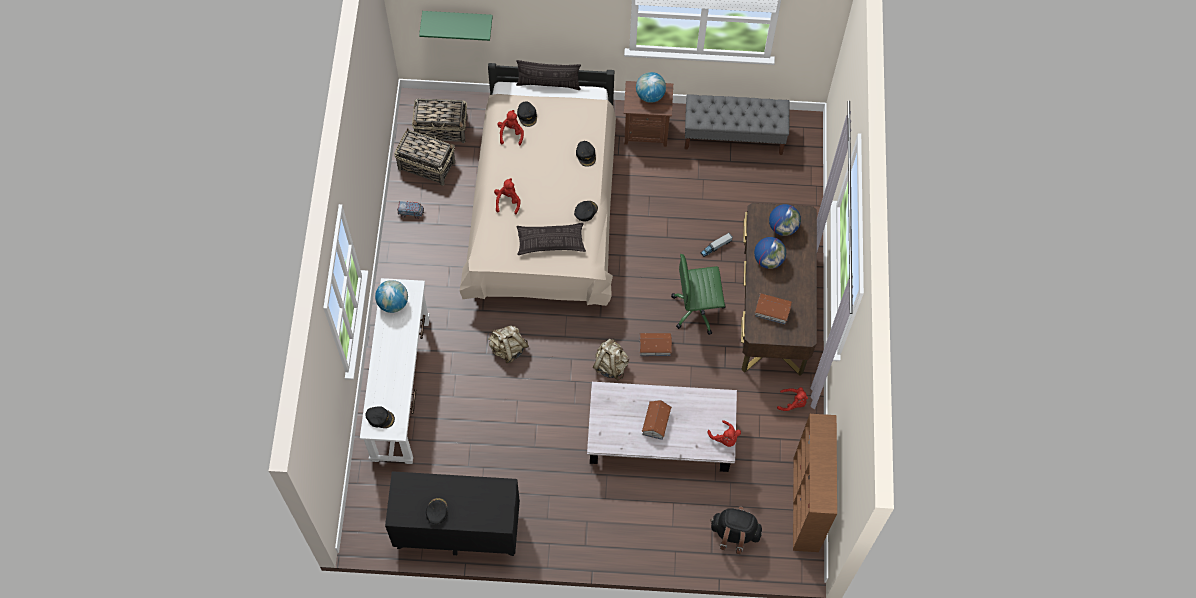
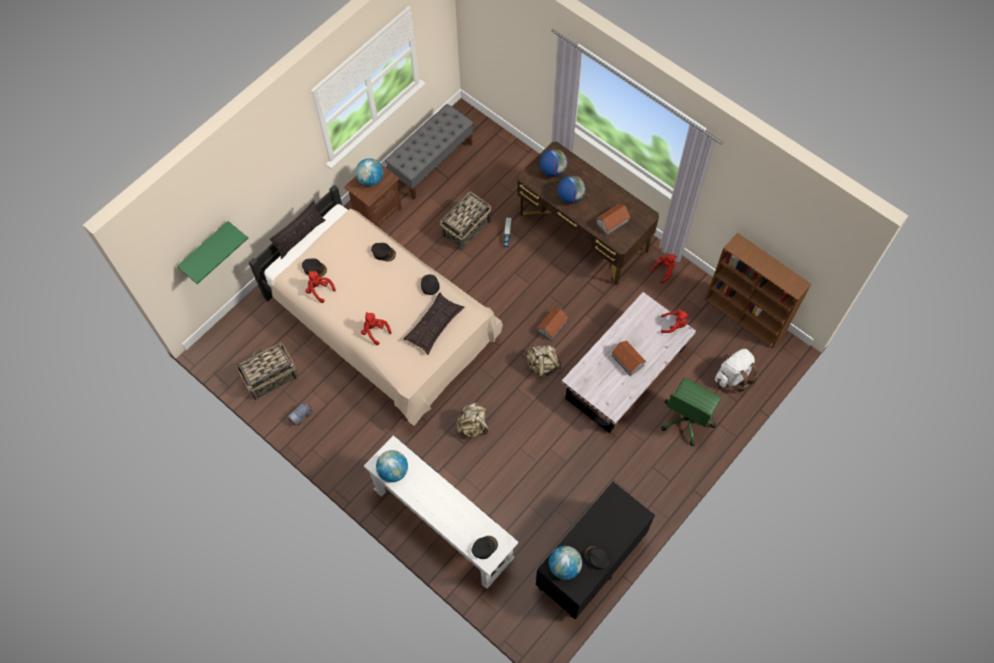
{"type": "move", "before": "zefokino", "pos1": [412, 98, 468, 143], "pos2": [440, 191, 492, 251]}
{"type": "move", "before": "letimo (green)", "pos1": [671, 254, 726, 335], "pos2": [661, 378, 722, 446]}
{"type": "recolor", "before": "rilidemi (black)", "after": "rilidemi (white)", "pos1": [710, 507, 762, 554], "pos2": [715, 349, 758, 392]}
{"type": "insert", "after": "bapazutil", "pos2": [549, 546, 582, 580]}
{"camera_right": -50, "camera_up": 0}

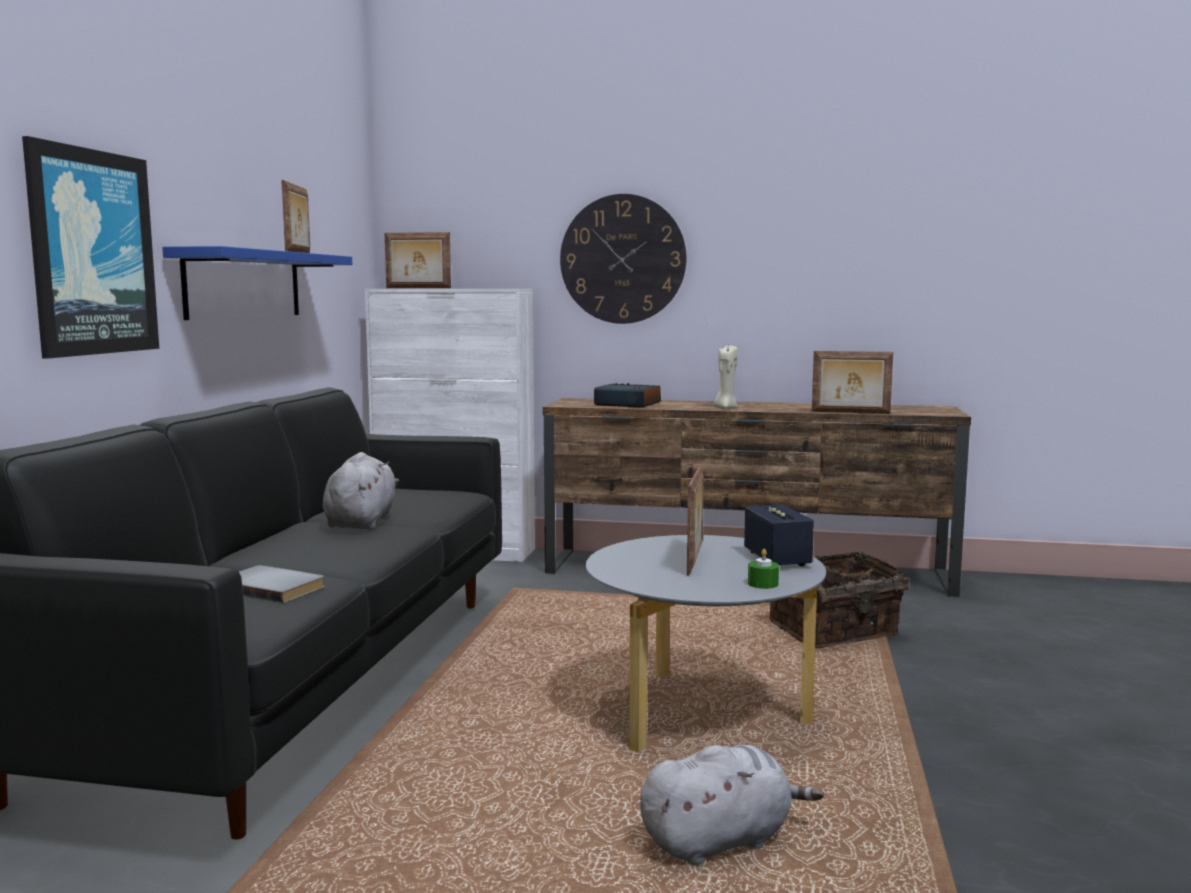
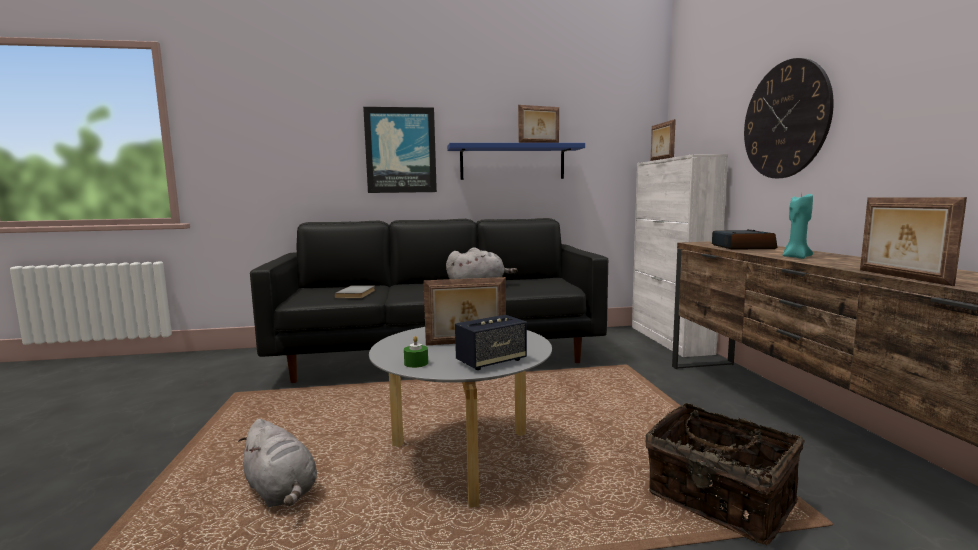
{"type": "recolor", "before": "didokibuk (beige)", "after": "didokibuk (turquoise)", "pos1": [714, 345, 738, 408], "pos2": [783, 194, 813, 259]}
{"camera_right": 70, "camera_up": 0}

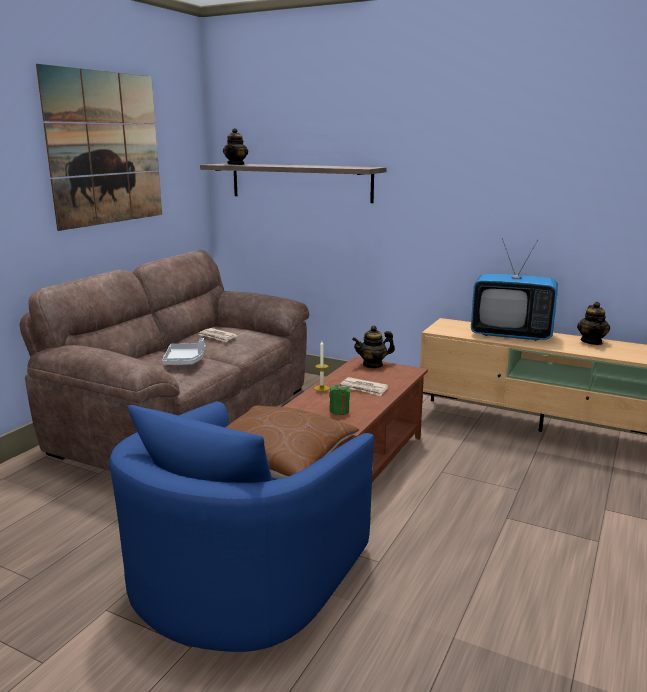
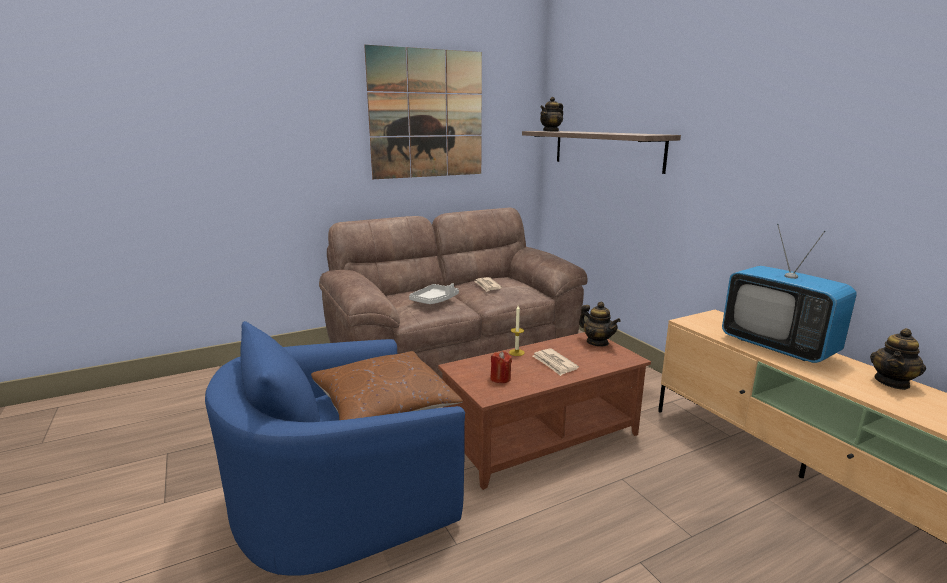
{"type": "recolor", "before": "didokibuk (green)", "after": "didokibuk (red)", "pos1": [329, 384, 350, 415], "pos2": [490, 351, 512, 383]}
{"type": "rotate", "before": "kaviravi", "pos1": [352, 325, 395, 368], "pos2": [579, 302, 621, 346], "turn": -150}
{"camera_right": 35, "camera_up": 0}

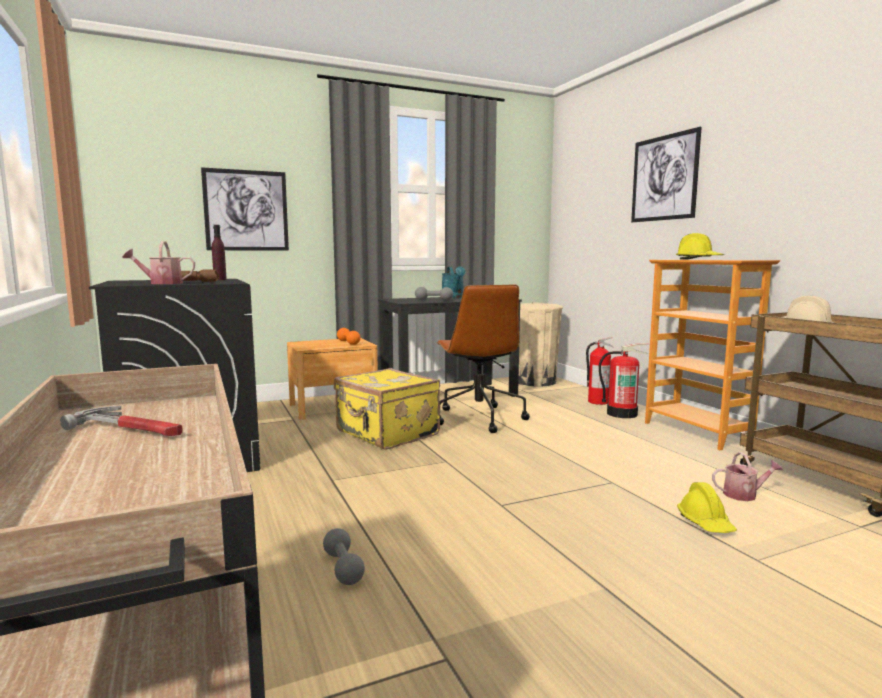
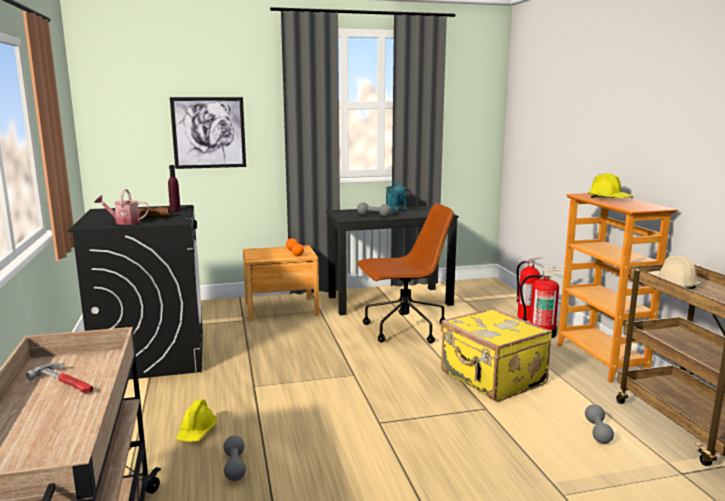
{"type": "move", "before": "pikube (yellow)", "pos1": [334, 368, 440, 450], "pos2": [441, 308, 552, 402]}
{"type": "rotate", "before": "letimo (brown)", "pos1": [437, 285, 530, 433], "pos2": [356, 204, 454, 343], "turn": -105}
{"type": "delete", "before": "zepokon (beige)", "pos1": [518, 302, 563, 386]}
{"type": "delete", "before": "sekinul", "pos1": [631, 127, 702, 222]}
{"type": "move", "before": "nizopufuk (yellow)", "pos1": [677, 482, 737, 533], "pos2": [176, 399, 217, 442]}
{"type": "replace", "before": "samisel", "after": "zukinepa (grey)", "pos1": [712, 452, 783, 501], "pos2": [585, 404, 614, 444]}
{"camera_right": 10, "camera_up": 5}

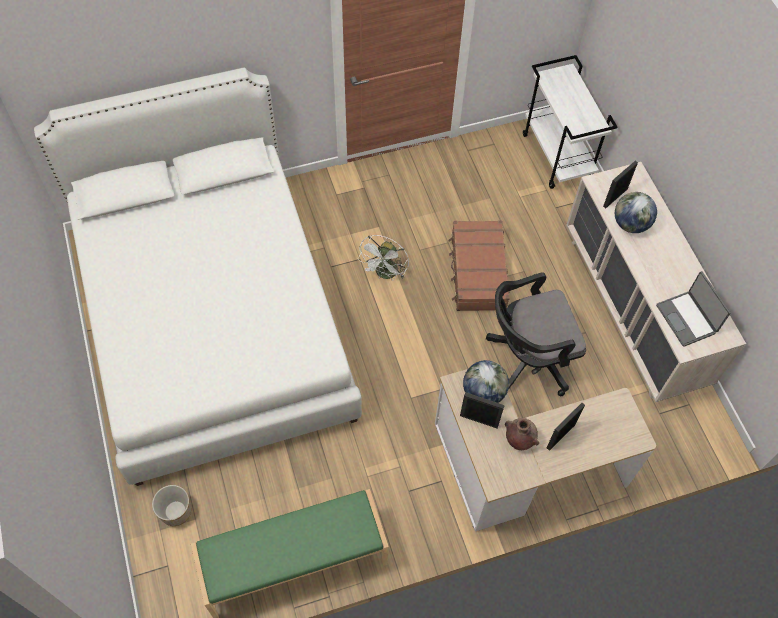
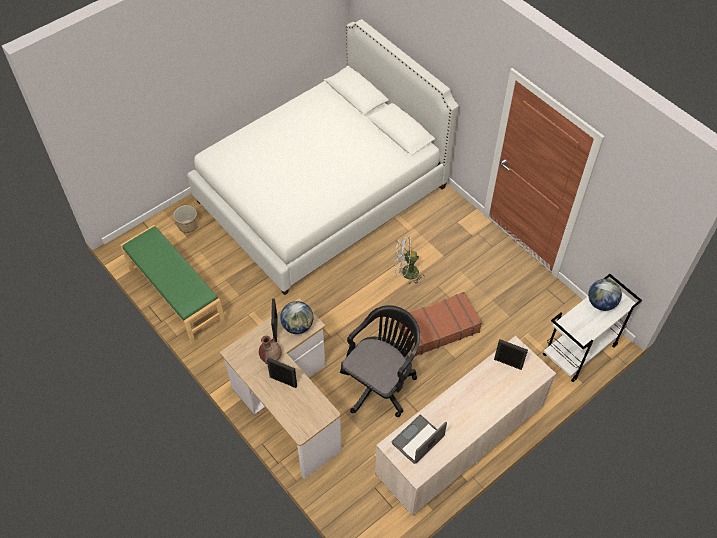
{"type": "rotate", "before": "letimo (black)", "pos1": [486, 272, 586, 396], "pos2": [340, 305, 420, 417], "turn": 75}
{"type": "move", "before": "bapazutil", "pos1": [615, 192, 657, 233], "pos2": [588, 279, 622, 311]}
{"camera_right": 70, "camera_up": -5}

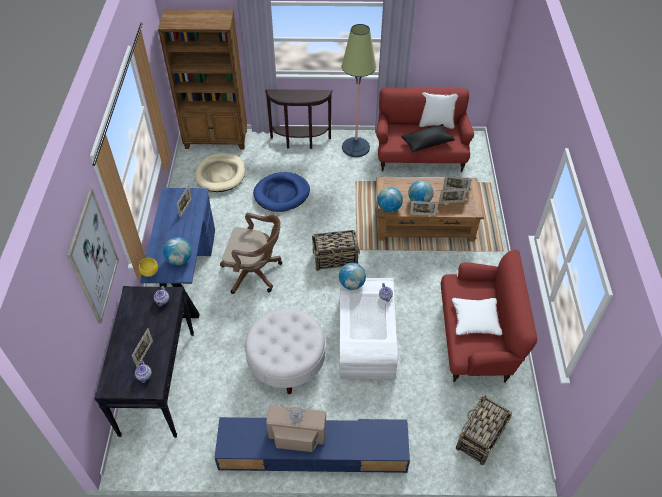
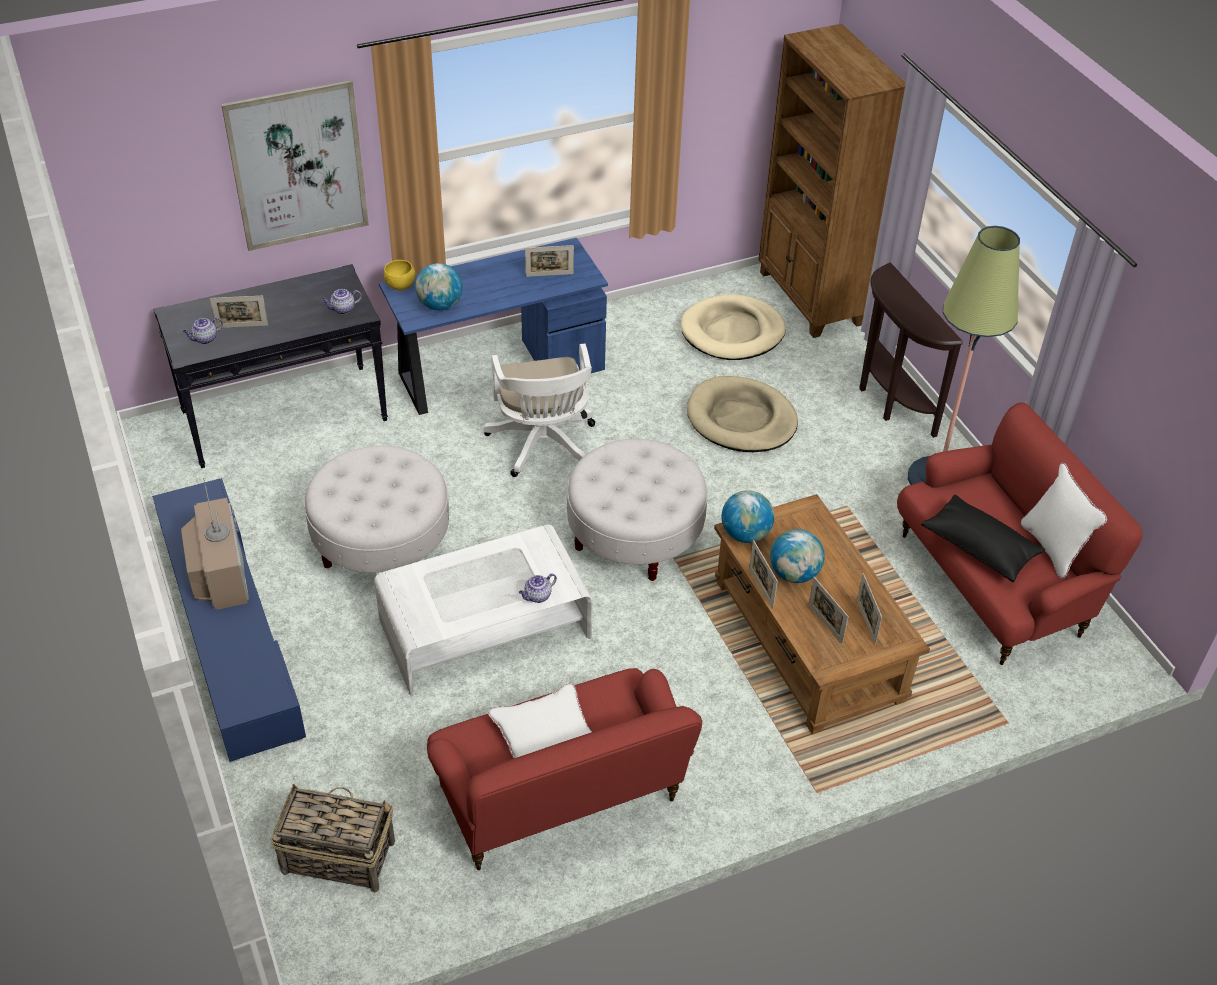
{"type": "recolor", "before": "letimo (brown)", "after": "letimo (white)", "pos1": [220, 213, 282, 294], "pos2": [483, 343, 595, 477]}
{"type": "recolor", "before": "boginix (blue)", "after": "boginix (beige)", "pos1": [253, 172, 310, 212], "pos2": [687, 376, 798, 452]}
{"type": "replace", "before": "zefokino", "after": "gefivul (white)", "pos1": [312, 230, 360, 271], "pos2": [567, 439, 708, 581]}
{"type": "delete", "before": "bapazutil", "pos1": [339, 263, 366, 290]}
{"camera_right": 65, "camera_up": -5}

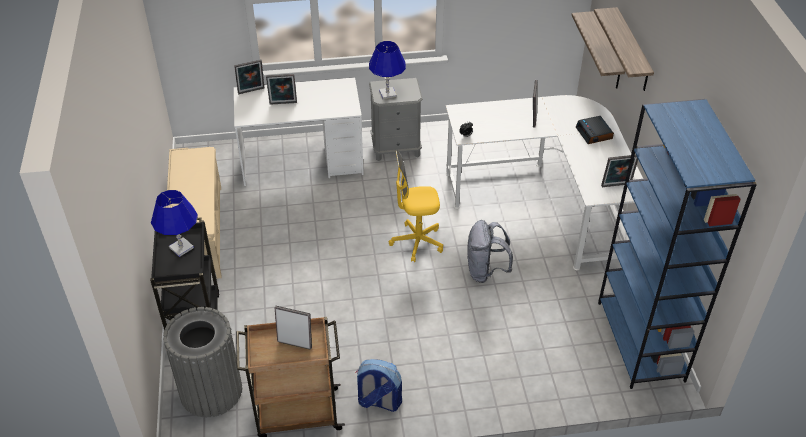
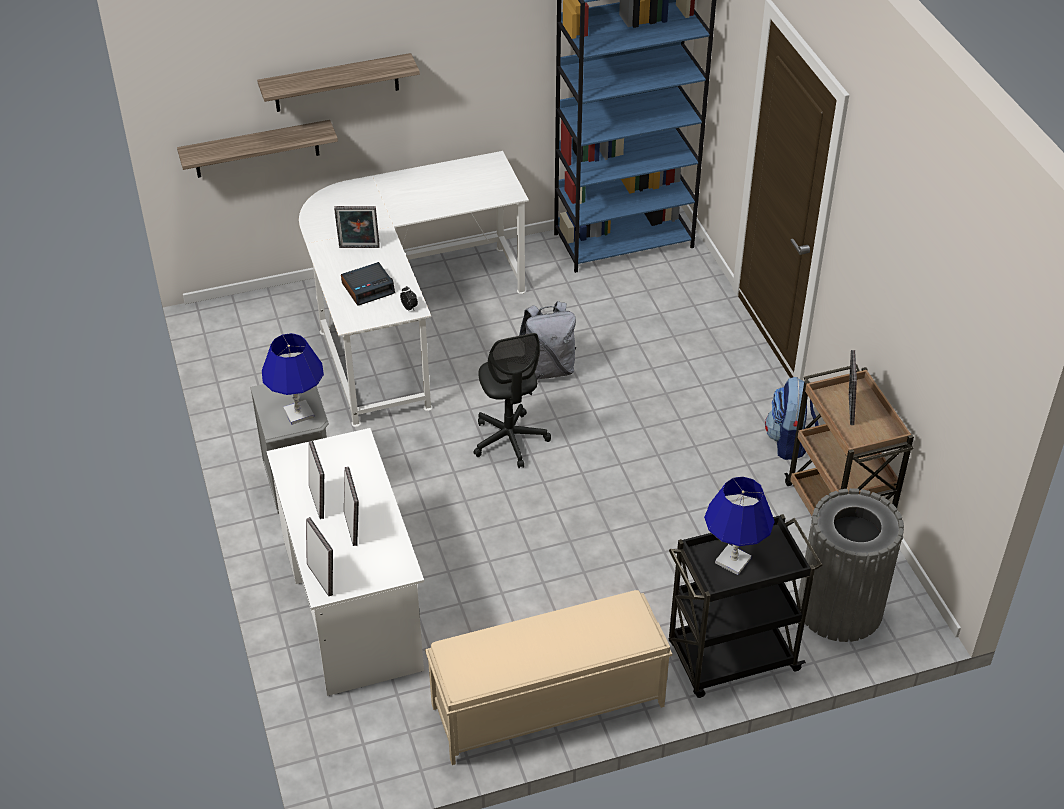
{"type": "recolor", "before": "letimo (yellow)", "after": "letimo (black)", "pos1": [389, 150, 443, 262], "pos2": [473, 333, 551, 468]}
{"type": "move", "before": "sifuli", "pos1": [576, 116, 614, 144], "pos2": [341, 262, 395, 306]}
{"type": "move", "before": "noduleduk", "pos1": [601, 155, 638, 187], "pos2": [309, 441, 324, 519]}
{"camera_right": -100, "camera_up": 0}

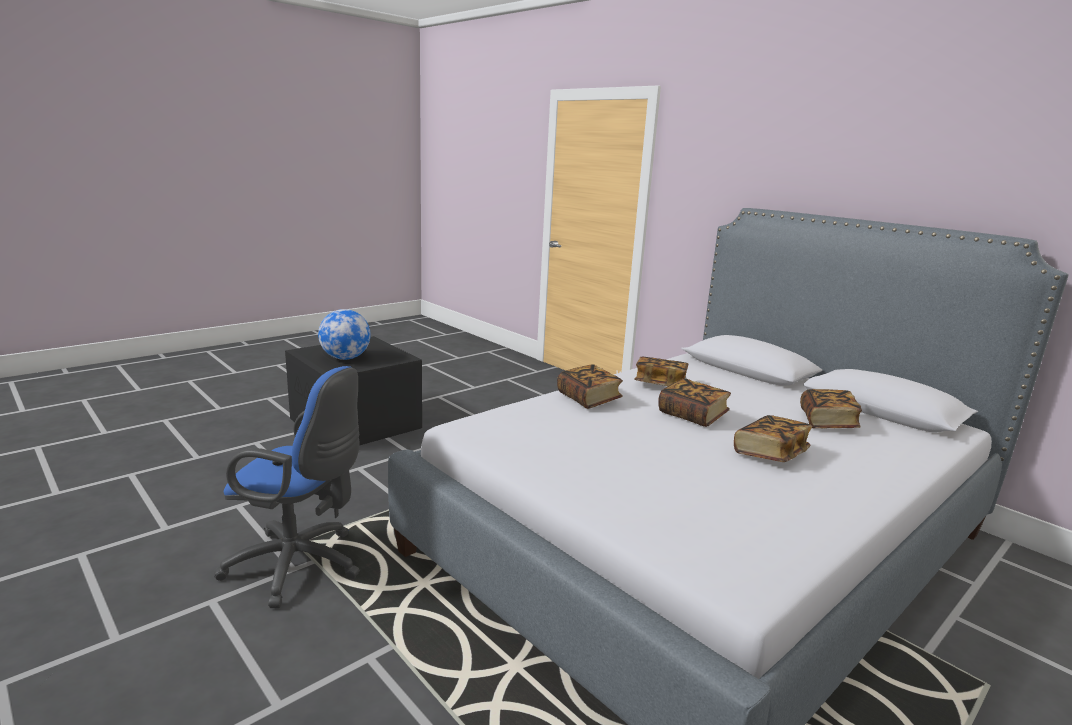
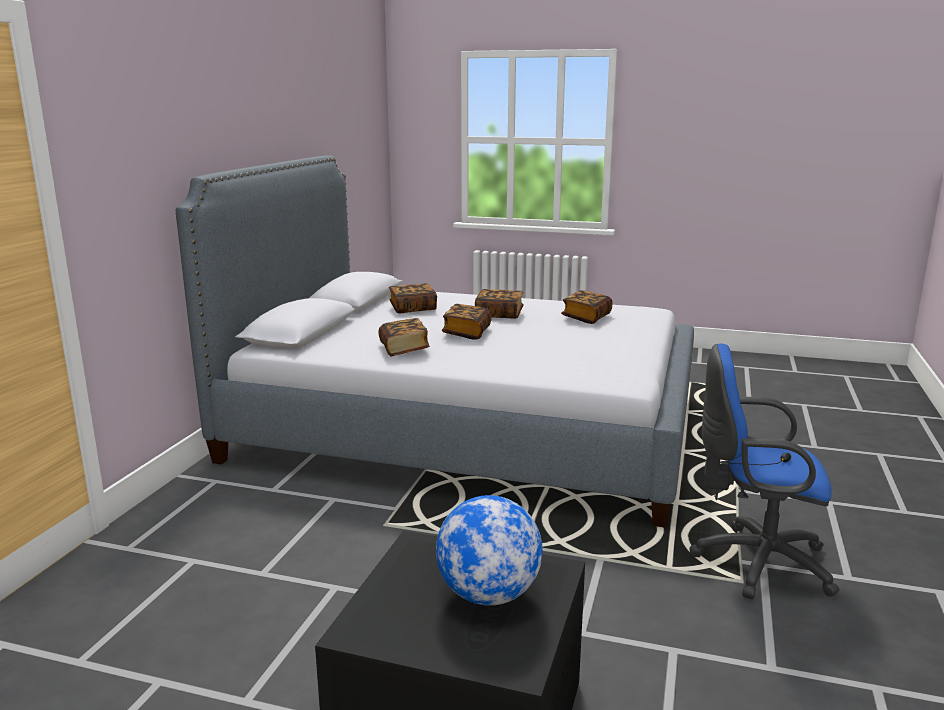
{"type": "rotate", "before": "letimo (blue)", "pos1": [214, 366, 360, 608], "pos2": [690, 343, 839, 599], "turn": -60}
{"type": "move", "before": "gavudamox", "pos1": [557, 364, 623, 409], "pos2": [561, 290, 612, 324]}
{"camera_right": -120, "camera_up": 0}

